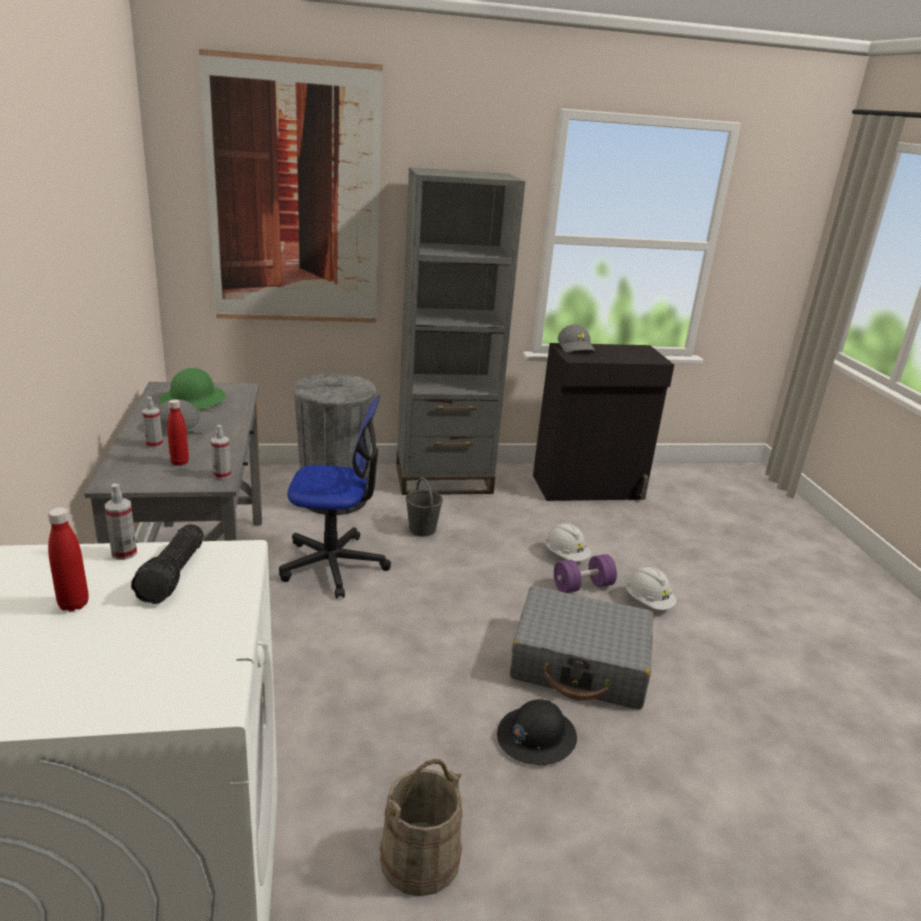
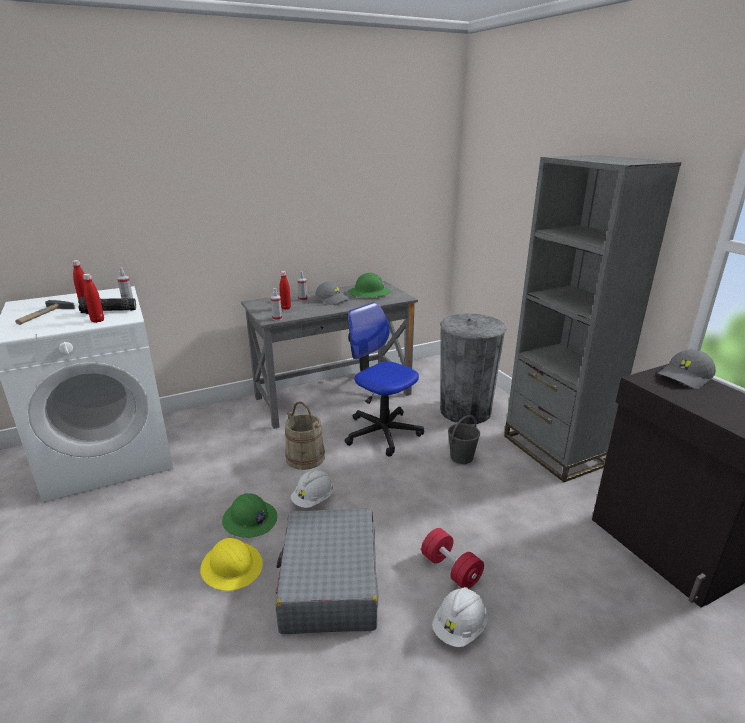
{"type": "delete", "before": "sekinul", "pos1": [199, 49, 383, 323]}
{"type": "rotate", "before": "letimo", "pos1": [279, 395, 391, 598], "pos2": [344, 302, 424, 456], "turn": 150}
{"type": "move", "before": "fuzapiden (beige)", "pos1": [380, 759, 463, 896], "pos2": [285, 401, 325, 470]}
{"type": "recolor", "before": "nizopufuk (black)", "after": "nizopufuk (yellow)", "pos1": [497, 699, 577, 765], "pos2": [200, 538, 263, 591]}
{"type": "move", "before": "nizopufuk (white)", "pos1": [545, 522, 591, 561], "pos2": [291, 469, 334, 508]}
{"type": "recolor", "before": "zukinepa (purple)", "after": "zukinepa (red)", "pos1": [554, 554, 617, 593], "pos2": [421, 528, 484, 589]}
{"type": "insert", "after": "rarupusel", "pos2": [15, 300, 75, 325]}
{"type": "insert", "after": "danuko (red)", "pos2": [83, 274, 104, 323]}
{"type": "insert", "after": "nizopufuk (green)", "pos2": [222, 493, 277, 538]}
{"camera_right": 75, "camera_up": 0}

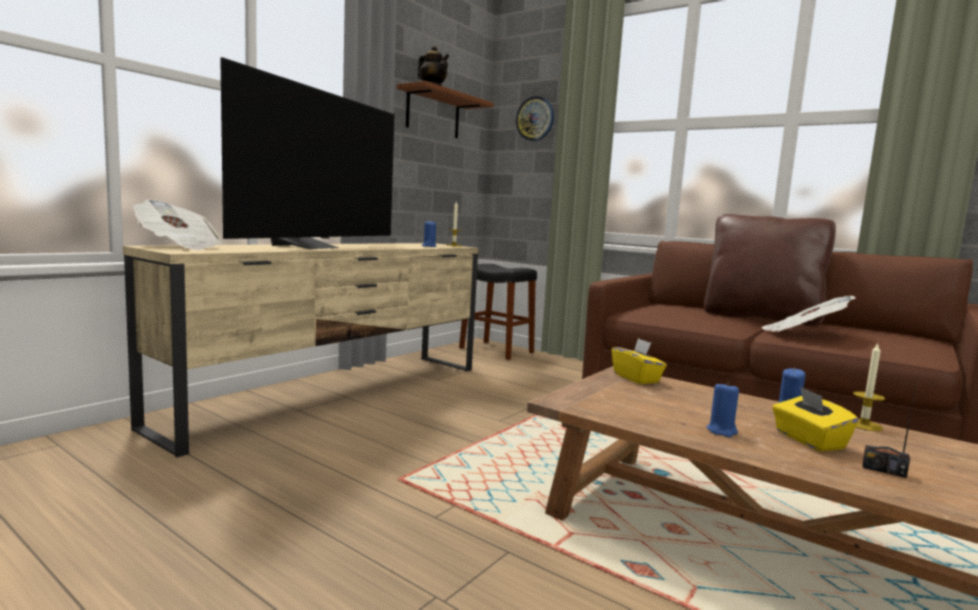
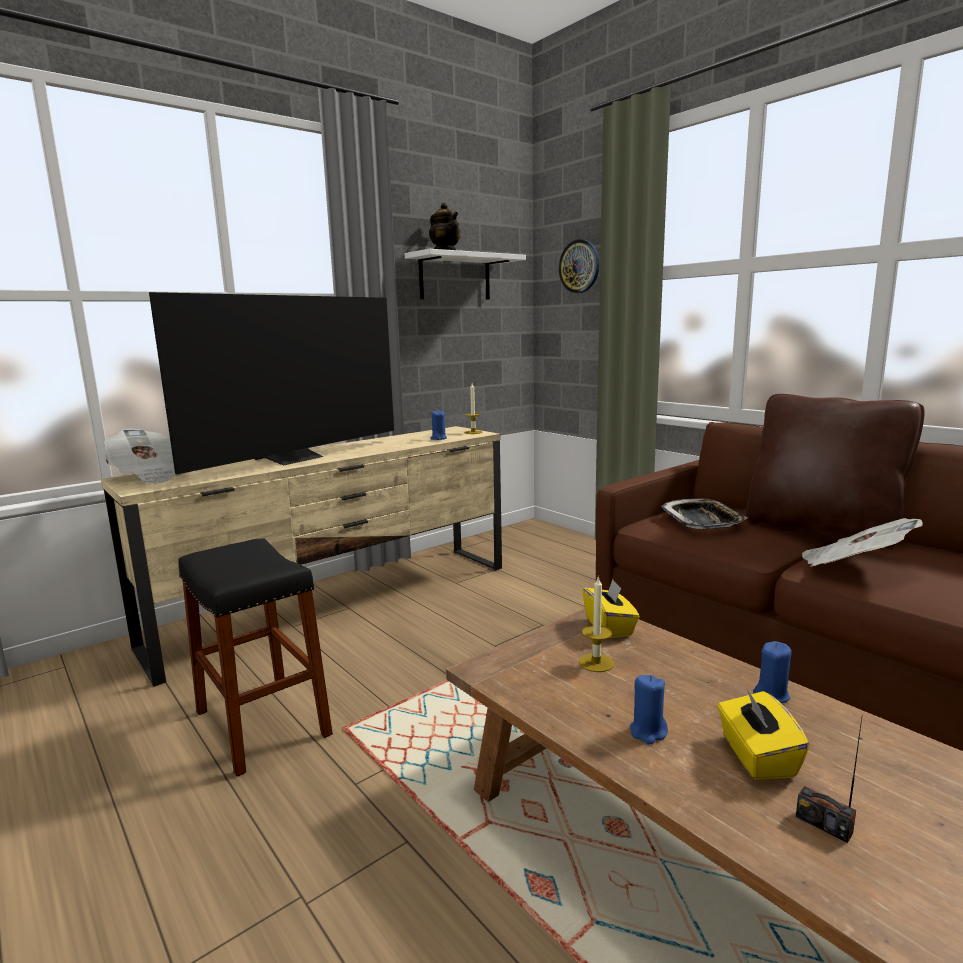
{"type": "recolor", "before": "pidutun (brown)", "after": "pidutun (white)", "pos1": [397, 81, 494, 138], "pos2": [405, 249, 526, 300]}
{"type": "move", "before": "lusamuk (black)", "pos1": [459, 264, 537, 360], "pos2": [178, 539, 333, 777]}
{"type": "move", "before": "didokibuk", "pos1": [853, 343, 885, 431], "pos2": [579, 576, 614, 672]}
{"type": "insert", "after": "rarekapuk", "pos2": [662, 498, 748, 530]}
{"camera_right": 15, "camera_up": 5}

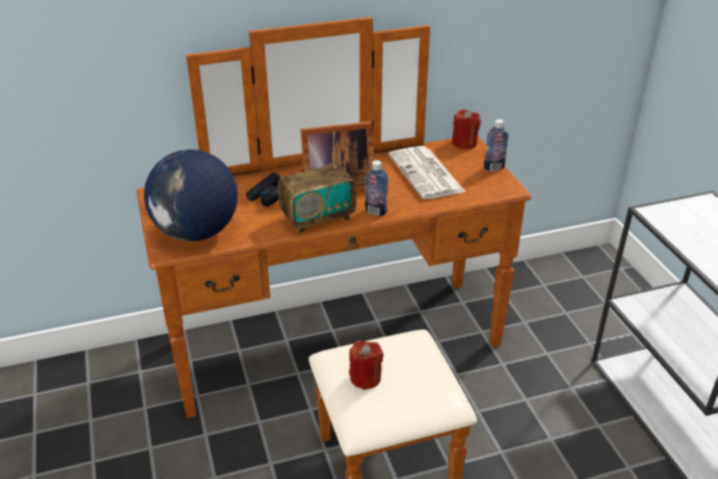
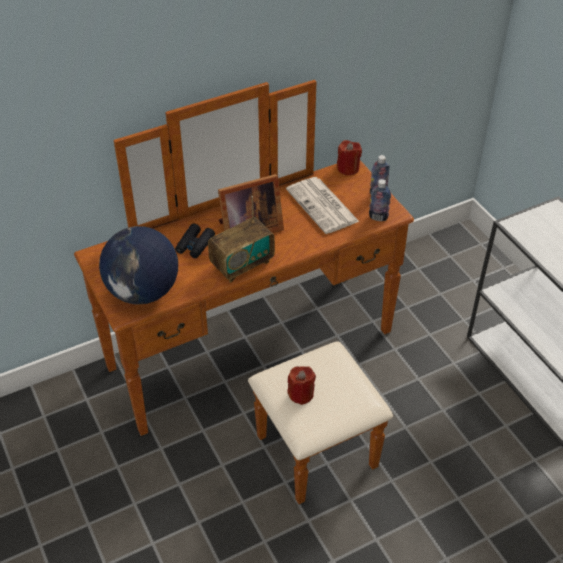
{"type": "move", "before": "danuko", "pos1": [365, 160, 388, 216], "pos2": [369, 179, 391, 221]}
{"camera_right": -10, "camera_up": 10}

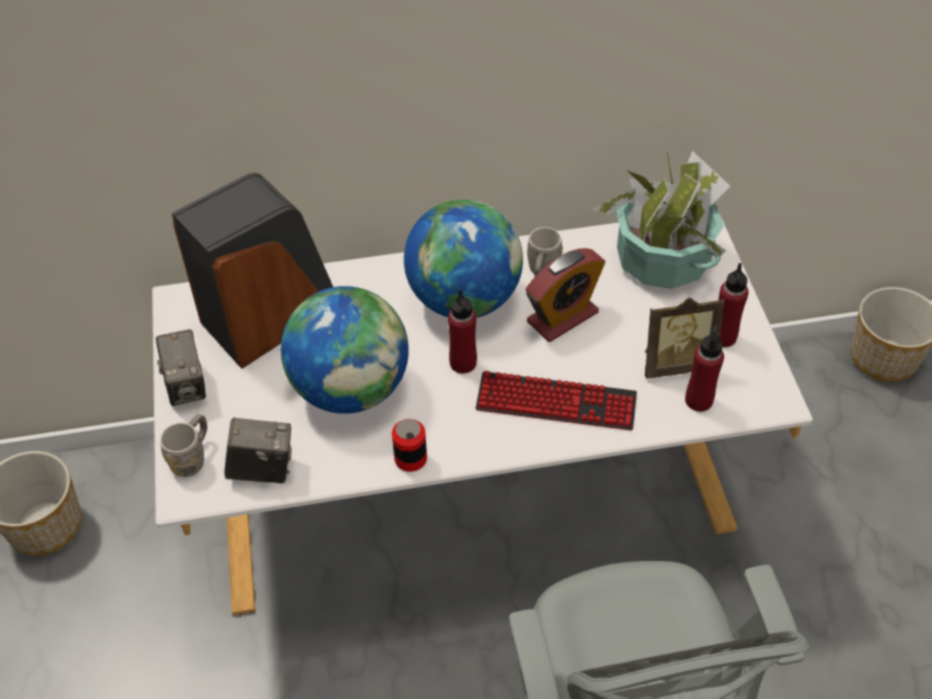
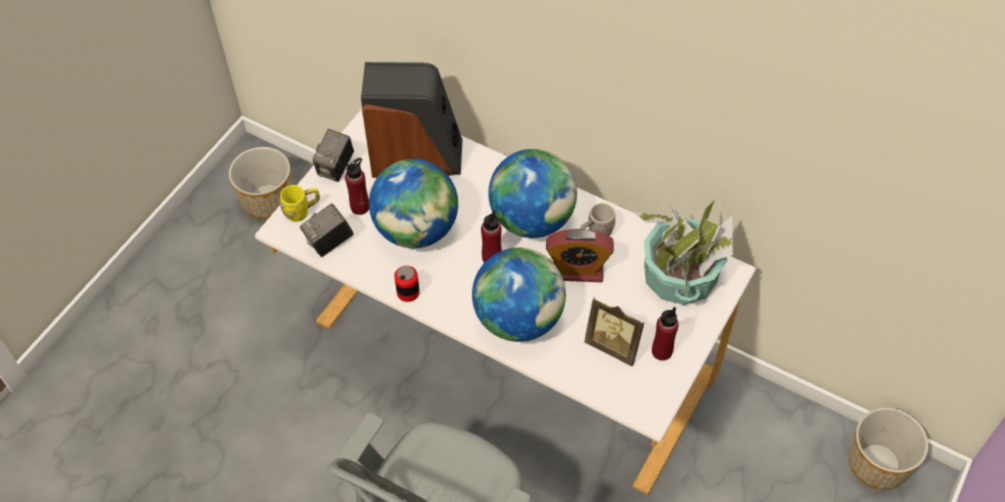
{"type": "recolor", "before": "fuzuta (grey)", "after": "fuzuta (yellow)", "pos1": [160, 414, 207, 477], "pos2": [279, 185, 320, 222]}
{"type": "rotate", "before": "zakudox", "pos1": [224, 417, 292, 483], "pos2": [300, 203, 353, 257], "turn": 105}
{"type": "replace", "before": "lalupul", "after": "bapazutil", "pos1": [475, 371, 637, 430], "pos2": [472, 248, 566, 342]}
{"type": "move", "before": "danuko (red)", "pos1": [685, 323, 724, 412], "pos2": [345, 158, 369, 215]}
{"camera_right": 40, "camera_up": 5}

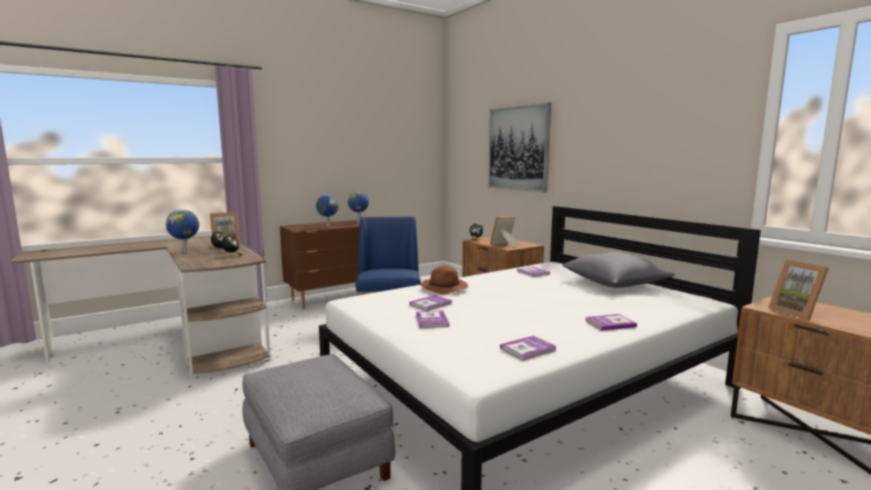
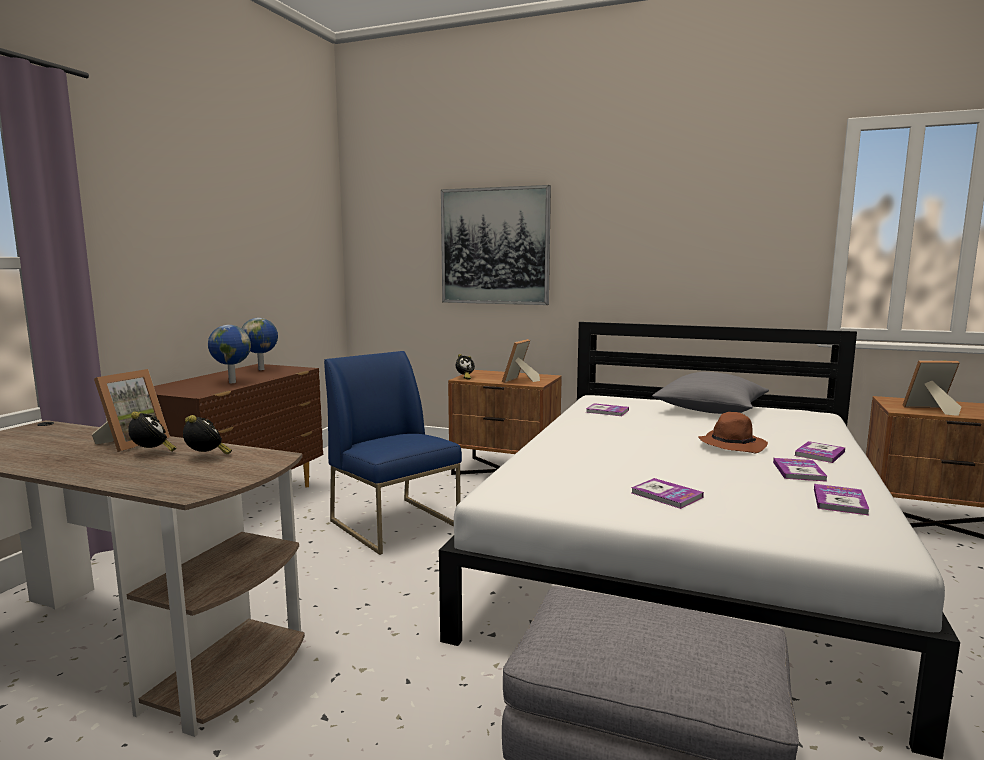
{"type": "delete", "before": "bapazutil", "pos1": [166, 210, 199, 253]}
{"type": "move", "before": "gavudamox", "pos1": [410, 295, 452, 311], "pos2": [773, 458, 827, 482]}
{"type": "move", "before": "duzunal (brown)", "pos1": [420, 266, 468, 295], "pos2": [698, 412, 768, 453]}
{"type": "rotate", "before": "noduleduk", "pos1": [768, 260, 829, 320], "pos2": [902, 360, 961, 416], "turn": 150}
{"camera_right": -35, "camera_up": 0}

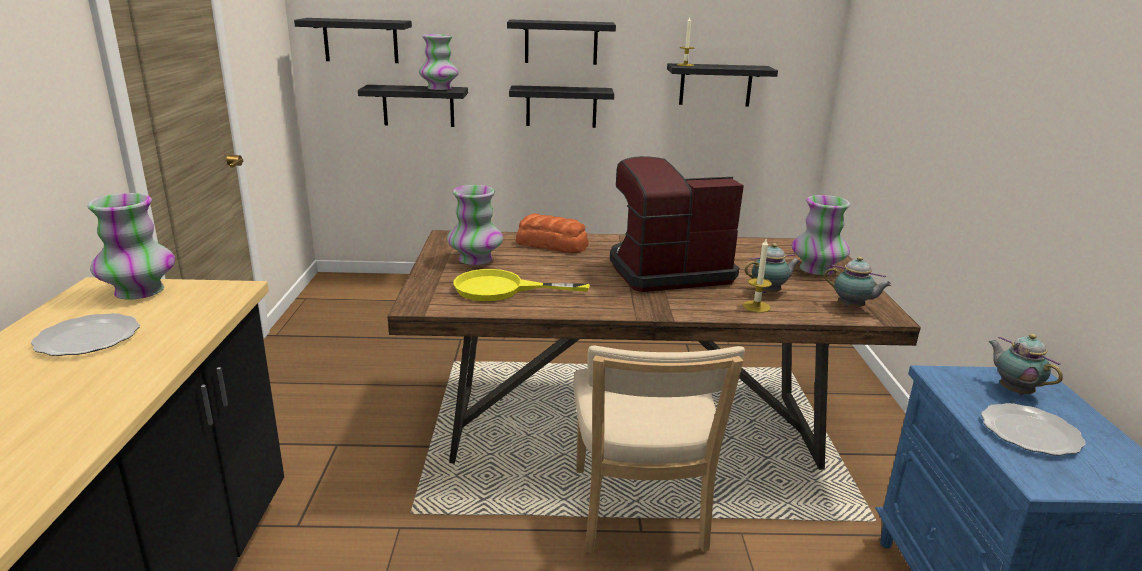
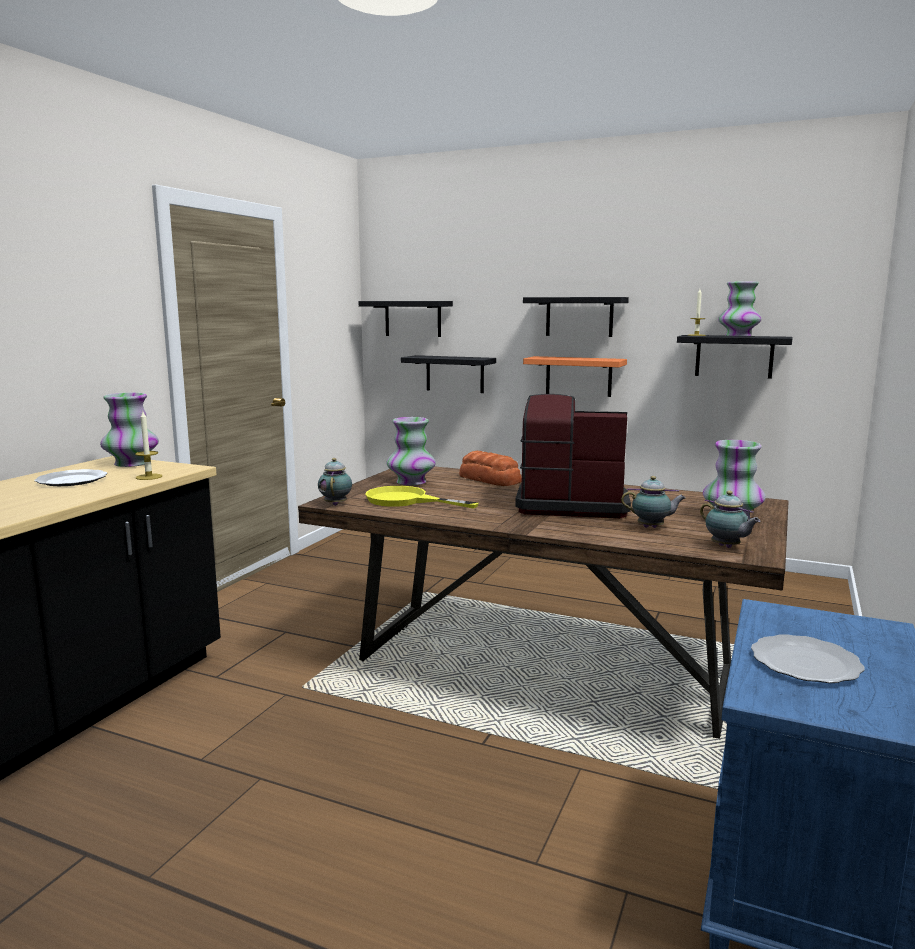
{"type": "move", "before": "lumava", "pos1": [419, 34, 459, 90], "pos2": [718, 281, 761, 337]}
{"type": "recolor", "before": "pidutun (black)", "after": "pidutun (orange)", "pos1": [509, 85, 614, 128], "pos2": [523, 356, 627, 397]}
{"type": "delete", "before": "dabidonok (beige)", "pos1": [573, 346, 745, 553]}
{"type": "move", "before": "didokibuk", "pos1": [743, 239, 772, 313], "pos2": [135, 411, 162, 480]}
{"type": "move", "before": "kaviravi", "pos1": [988, 334, 1063, 395], "pos2": [318, 458, 352, 506]}
{"camera_right": 25, "camera_up": -10}

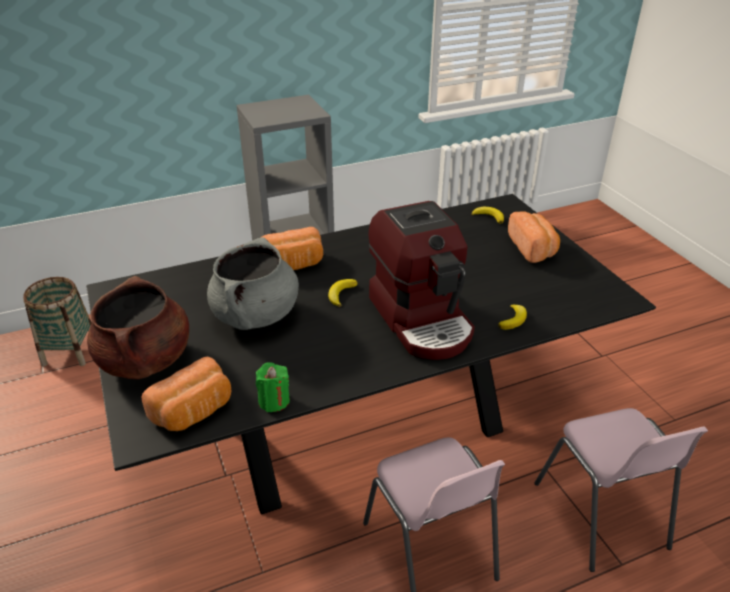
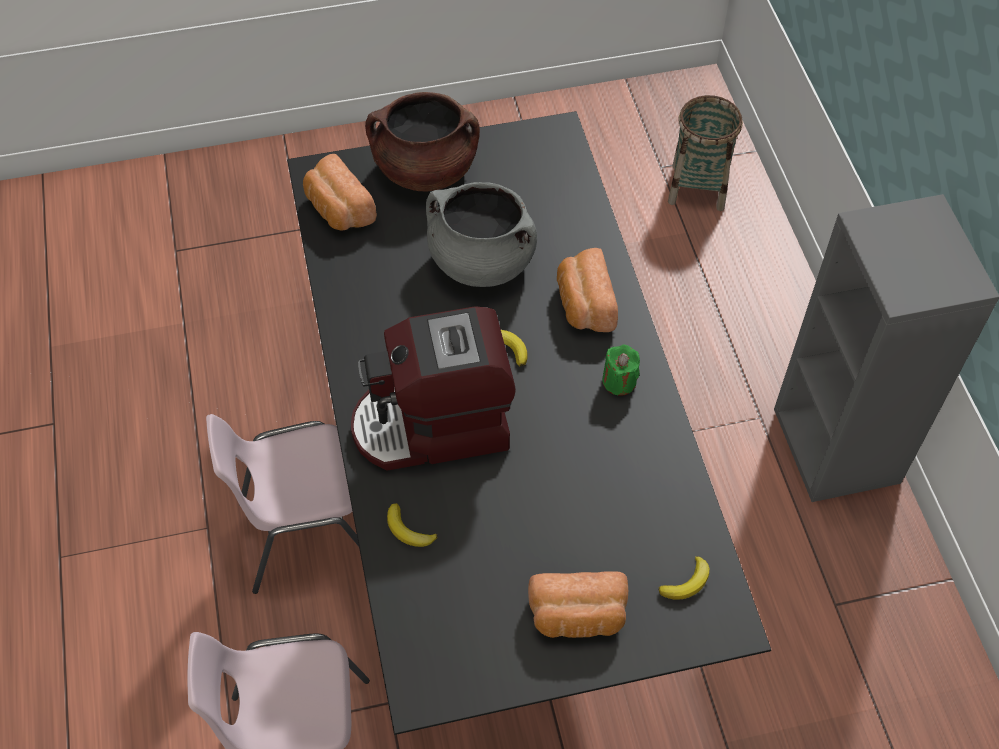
{"type": "move", "before": "didokibuk (green)", "pos1": [256, 362, 290, 412], "pos2": [602, 345, 640, 396]}
{"camera_right": 100, "camera_up": 20}

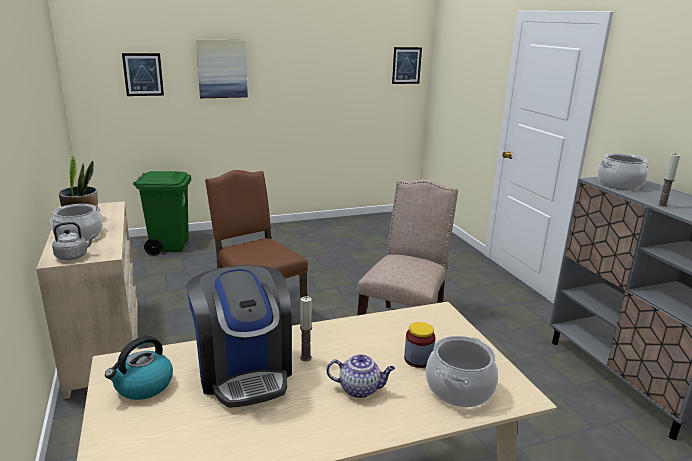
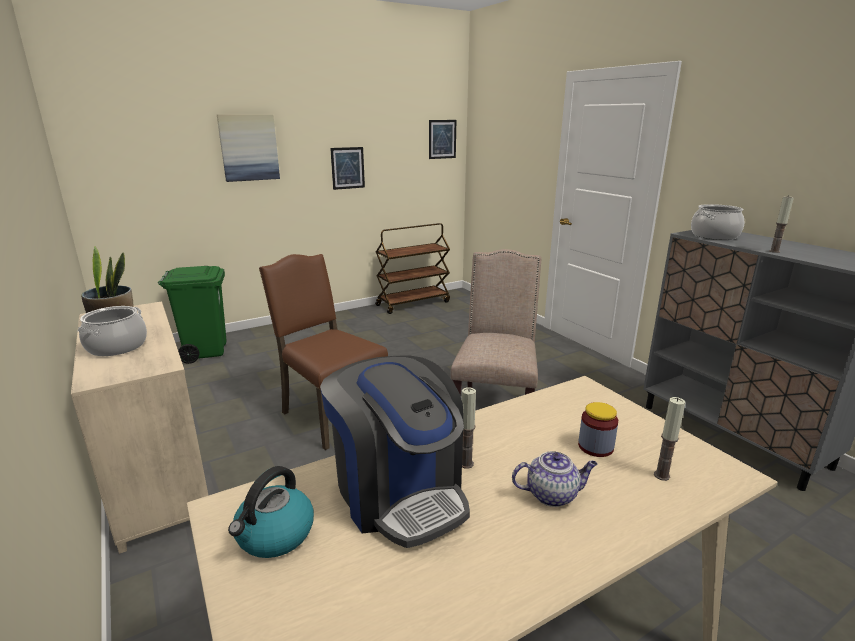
{"type": "delete", "before": "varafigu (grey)", "pos1": [52, 222, 95, 260]}
{"type": "move", "before": "sekinul", "pos1": [122, 53, 164, 96], "pos2": [330, 147, 365, 190]}
{"type": "replace", "before": "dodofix", "after": "didokibuk", "pos1": [426, 336, 498, 407], "pos2": [654, 397, 685, 481]}
{"type": "insert", "after": "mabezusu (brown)", "pos2": [375, 223, 450, 314]}
{"camera_right": -10, "camera_up": 0}

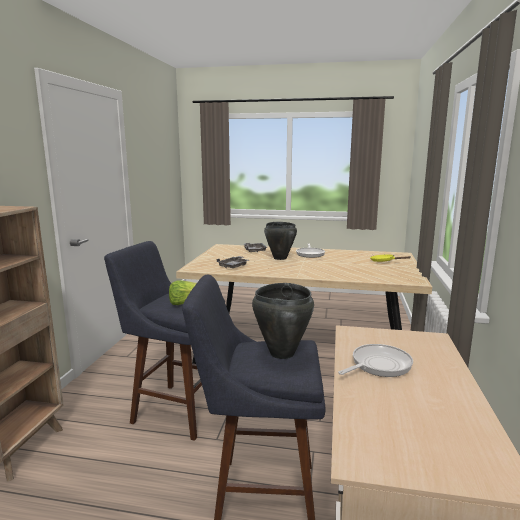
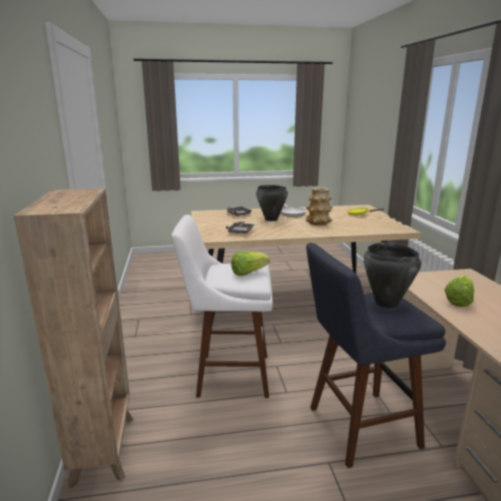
{"type": "recolor", "before": "lusamuk (blue)", "after": "lusamuk (white)", "pos1": [104, 241, 225, 441], "pos2": [172, 215, 273, 398]}
{"type": "replace", "before": "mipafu", "after": "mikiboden", "pos1": [338, 344, 413, 377], "pos2": [445, 275, 474, 307]}
{"type": "insert", "after": "lumava", "pos2": [306, 187, 333, 225]}
{"camera_right": -20, "camera_up": 5}

